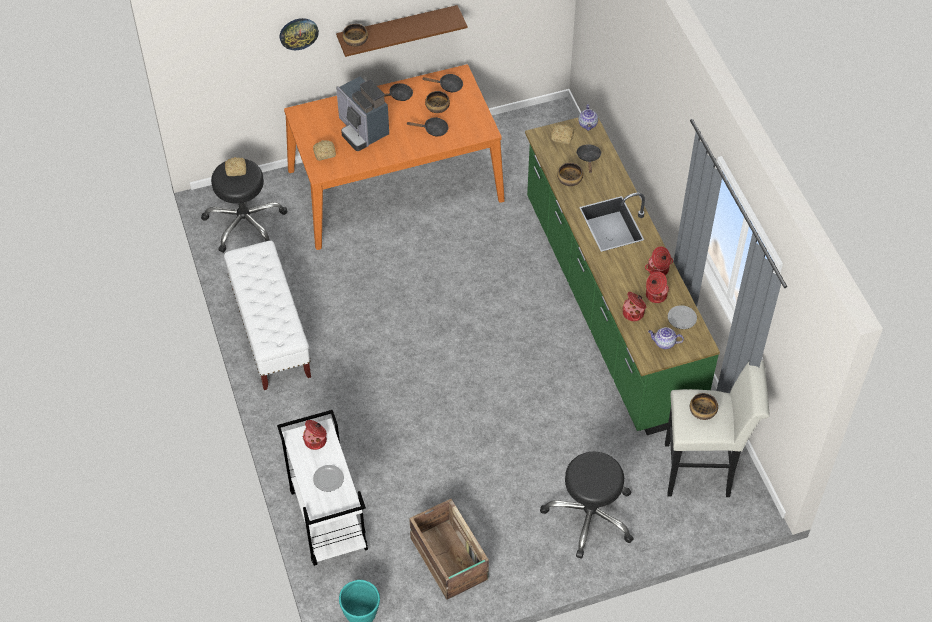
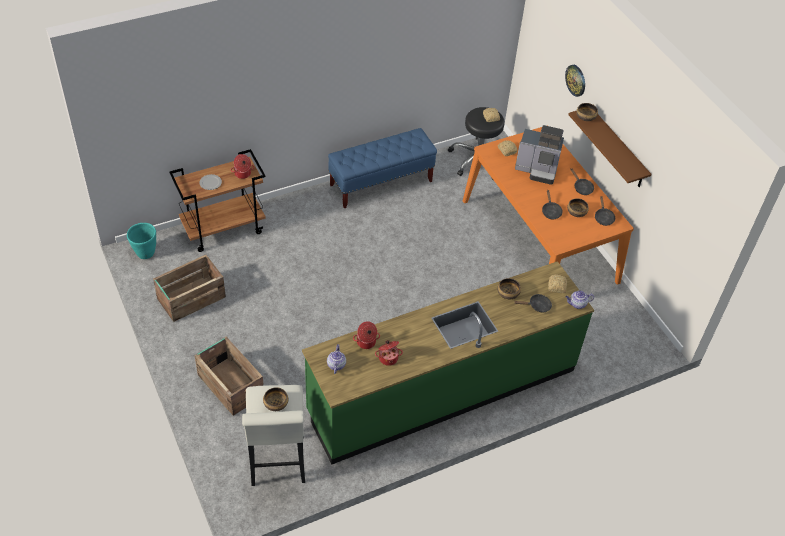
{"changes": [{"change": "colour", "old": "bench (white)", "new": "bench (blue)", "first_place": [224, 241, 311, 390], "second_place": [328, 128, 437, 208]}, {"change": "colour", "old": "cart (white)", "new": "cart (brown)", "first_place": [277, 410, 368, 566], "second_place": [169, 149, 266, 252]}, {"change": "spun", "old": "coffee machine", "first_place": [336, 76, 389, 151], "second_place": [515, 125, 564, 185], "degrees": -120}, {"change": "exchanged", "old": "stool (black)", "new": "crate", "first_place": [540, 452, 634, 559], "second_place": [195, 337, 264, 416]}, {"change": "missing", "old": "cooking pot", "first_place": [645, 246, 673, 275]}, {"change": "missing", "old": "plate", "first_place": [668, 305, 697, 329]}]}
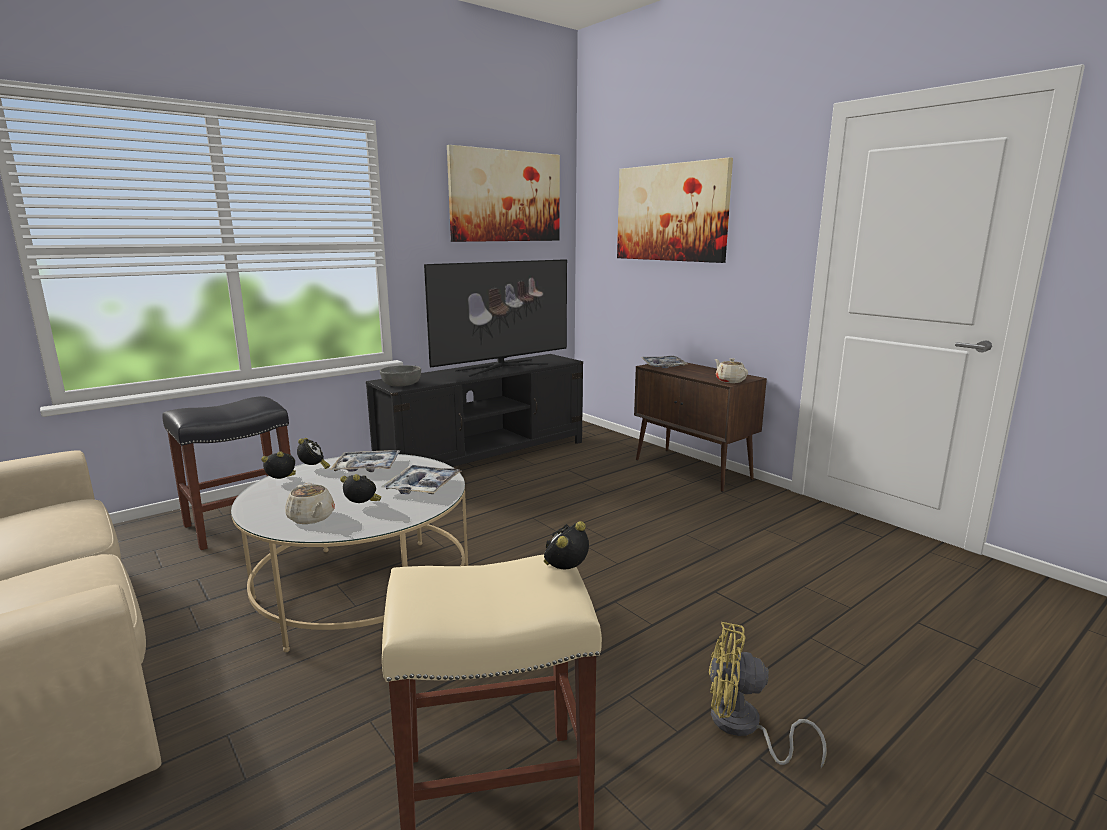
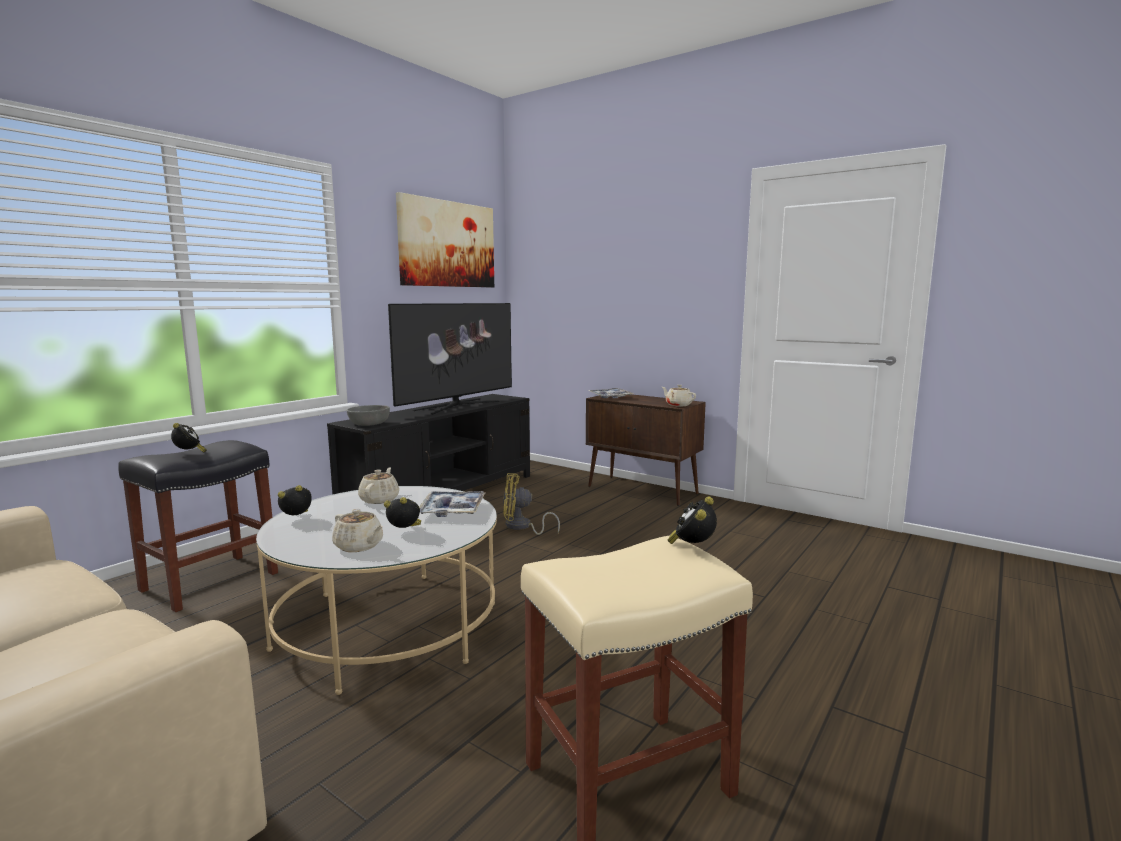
{"changes": [{"change": "relocated", "old": "alarm clock", "first_place": [297, 438, 330, 469], "second_place": [171, 423, 207, 452]}, {"change": "exchanged", "old": "tray", "new": "teapot (beige)", "first_place": [330, 450, 400, 472], "second_place": [358, 467, 399, 504]}, {"change": "missing", "old": "picture", "first_place": [617, 157, 733, 263]}, {"change": "relocated", "old": "fan (yellow)", "first_place": [709, 622, 827, 768], "second_place": [503, 473, 560, 535]}]}
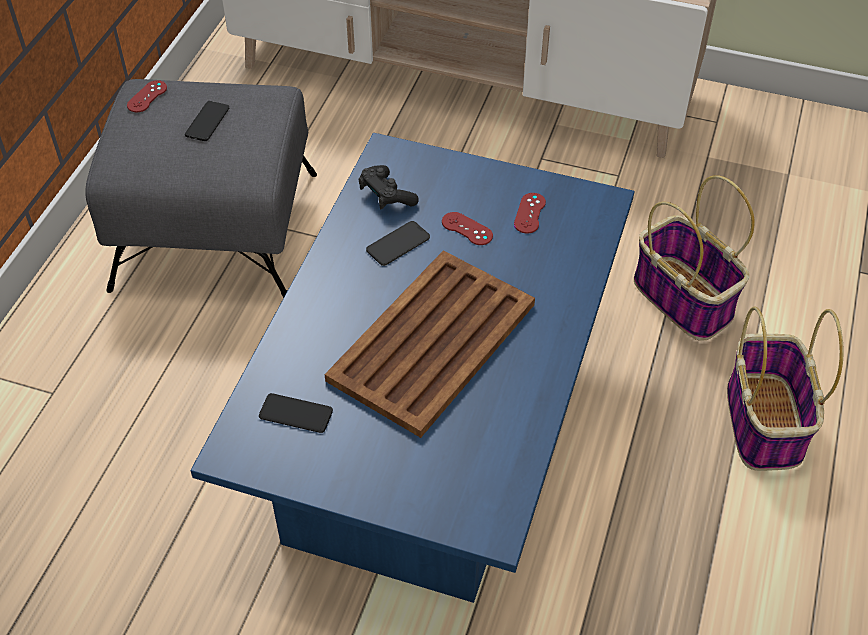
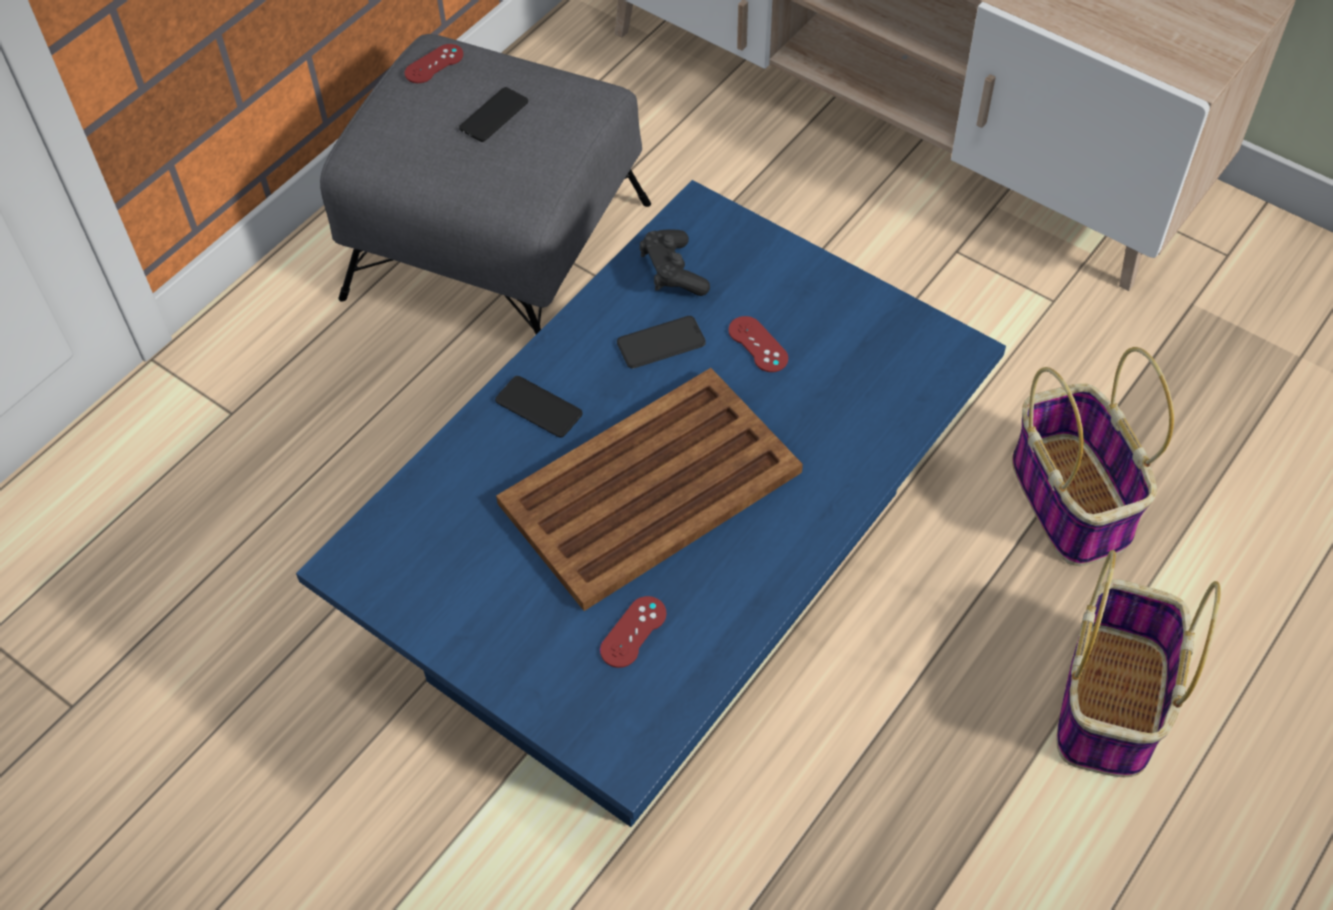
{"changes": [{"change": "relocated", "old": "phone", "first_place": [259, 393, 333, 433], "second_place": [495, 376, 583, 438]}, {"change": "relocated", "old": "game controller (red)", "first_place": [514, 193, 546, 234], "second_place": [600, 596, 666, 668]}]}
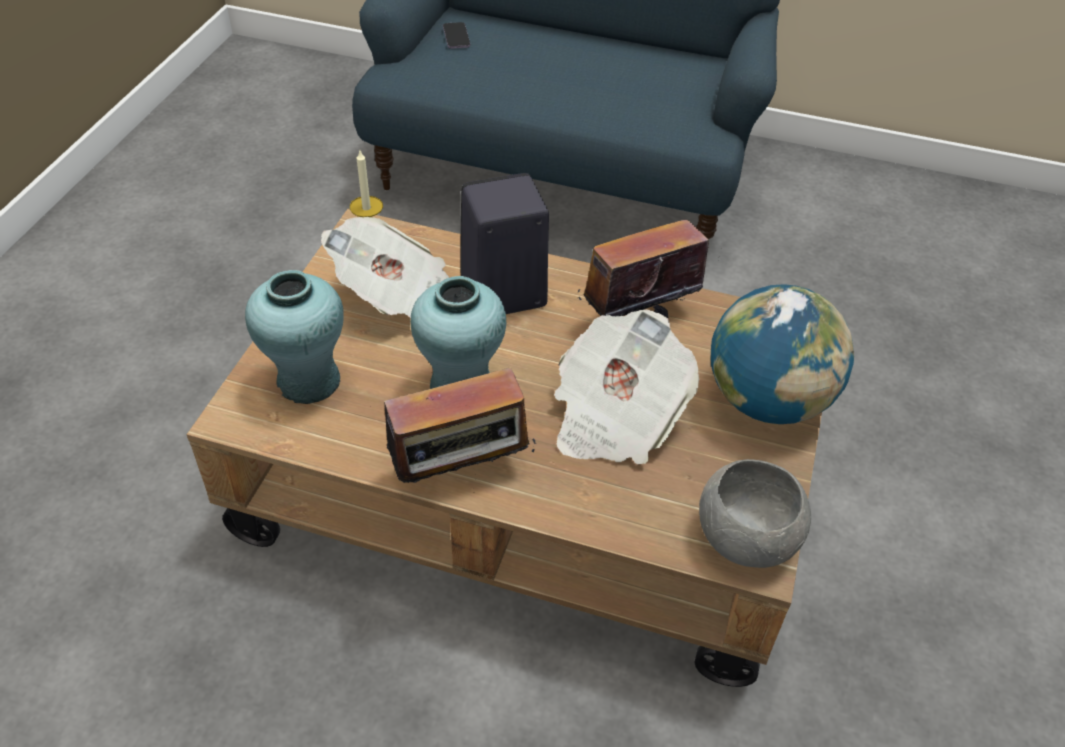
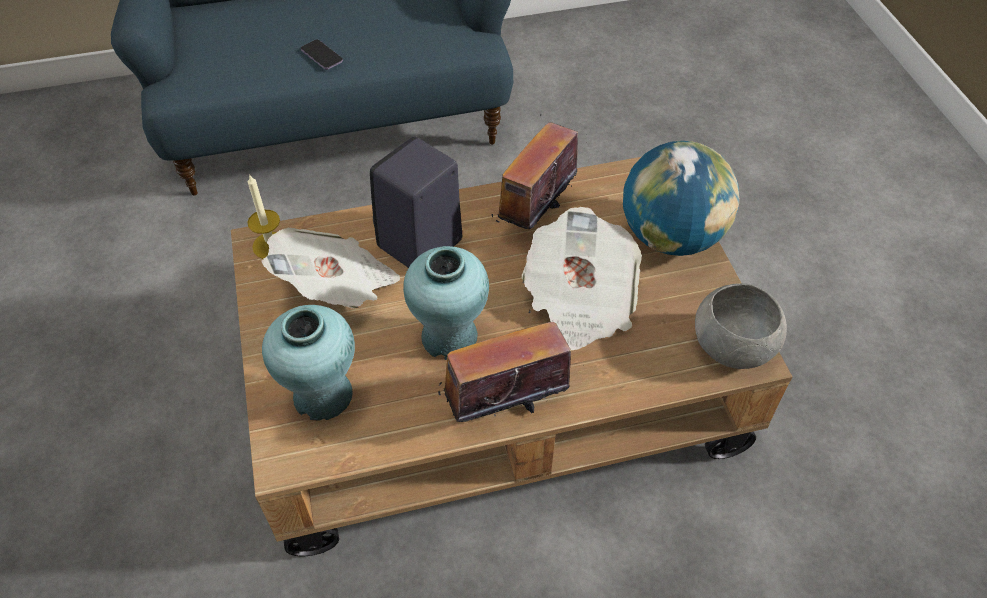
{"changes": [{"change": "spun", "old": "radio", "first_place": [369, 367, 536, 492], "second_place": [438, 310, 584, 422], "degrees": -150}, {"change": "relocated", "old": "phone", "first_place": [443, 22, 470, 49], "second_place": [301, 40, 343, 70]}]}
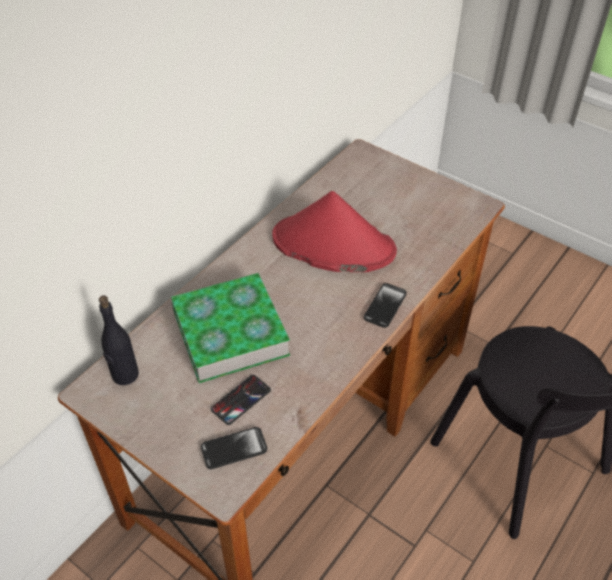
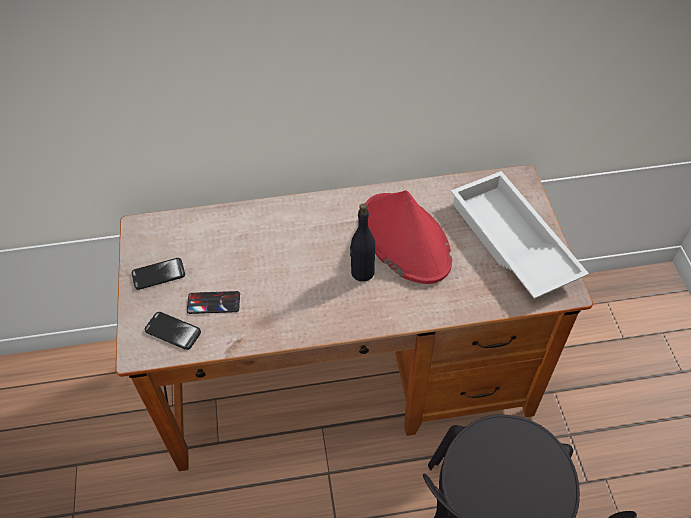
{"changes": [{"change": "relocated", "old": "bottle (black)", "first_place": [99, 295, 139, 385], "second_place": [350, 203, 375, 282]}, {"change": "missing", "old": "book", "first_place": [171, 273, 290, 383]}, {"change": "relocated", "old": "phone", "first_place": [364, 283, 407, 328], "second_place": [132, 258, 185, 290]}, {"change": "appeared", "new": "tray (white)", "second_place": [451, 171, 589, 299]}]}
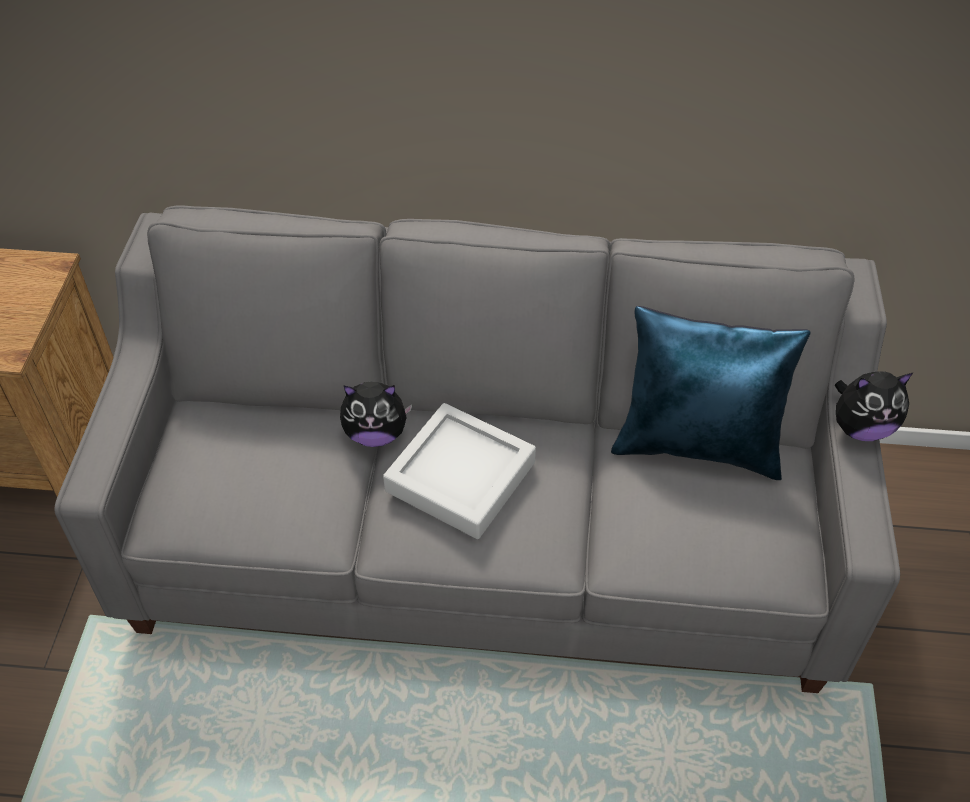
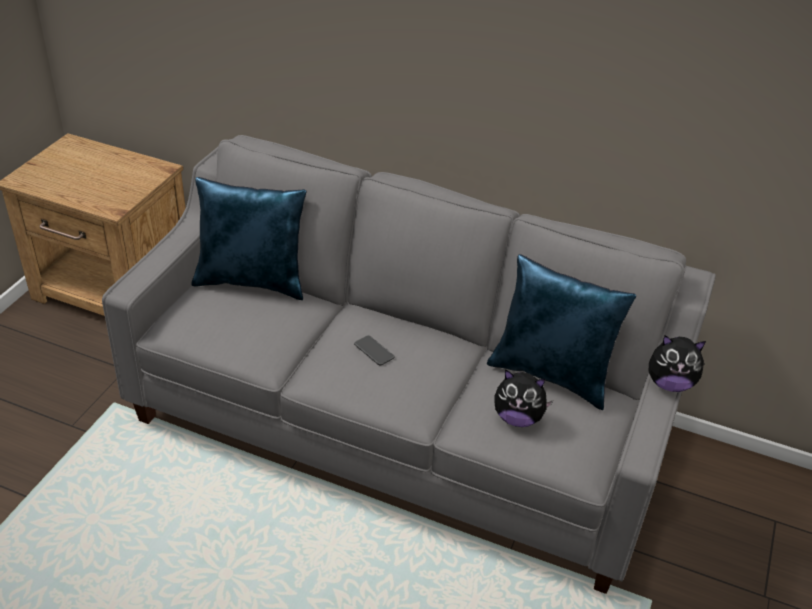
{"changes": [{"change": "relocated", "old": "plush toy", "first_place": [340, 382, 413, 447], "second_place": [494, 369, 553, 427]}, {"change": "exchanged", "old": "tray (grey)", "new": "phone", "first_place": [383, 403, 536, 539], "second_place": [354, 335, 395, 366]}, {"change": "appeared", "new": "pillow (blue)", "second_place": [191, 177, 306, 300]}]}
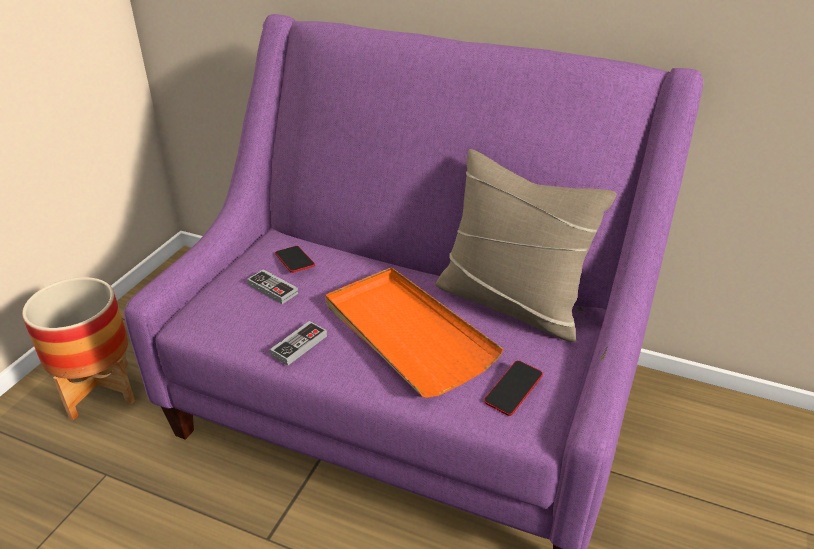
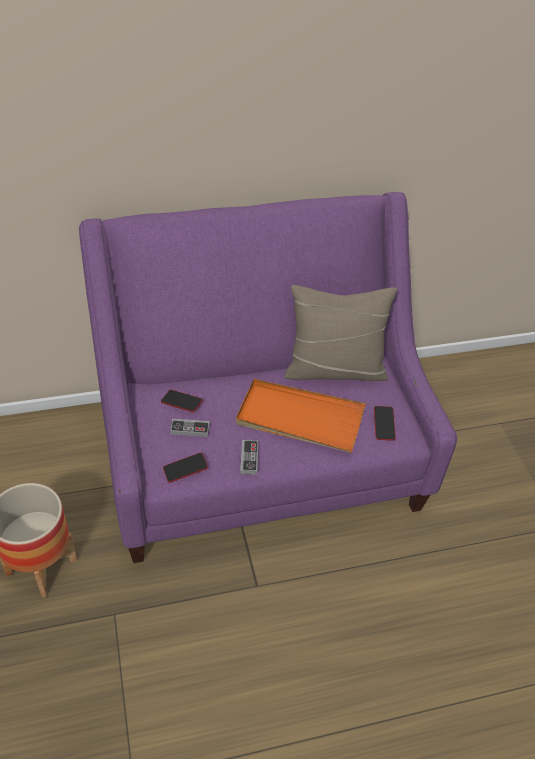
{"changes": [{"change": "appeared", "new": "phone", "second_place": [163, 453, 208, 483]}]}
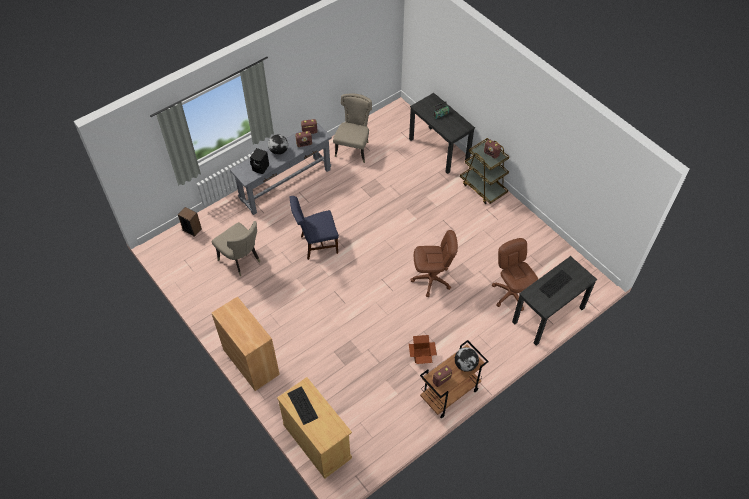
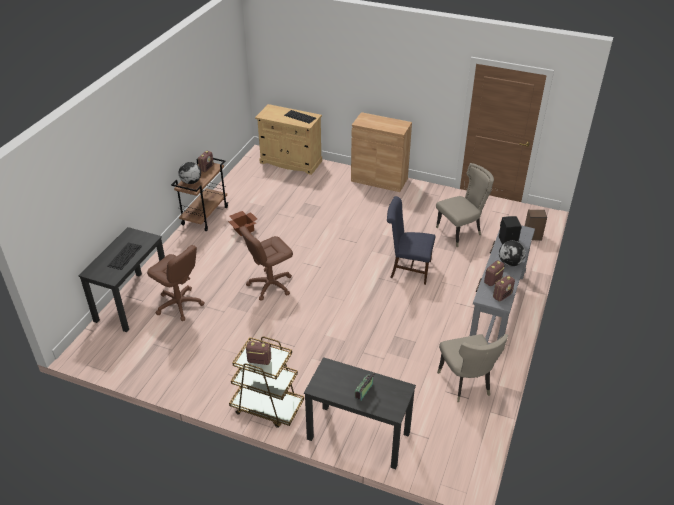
{"changes": [{"change": "spun", "old": "chair (beige)", "first_place": [212, 221, 261, 276], "second_place": [436, 163, 494, 247], "degrees": 135}, {"change": "spun", "old": "chair (blue)", "first_place": [290, 196, 339, 260], "second_place": [387, 196, 435, 285], "degrees": -120}]}
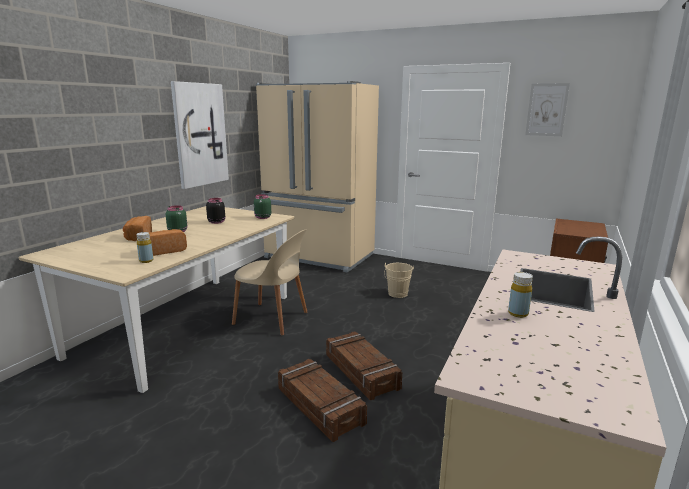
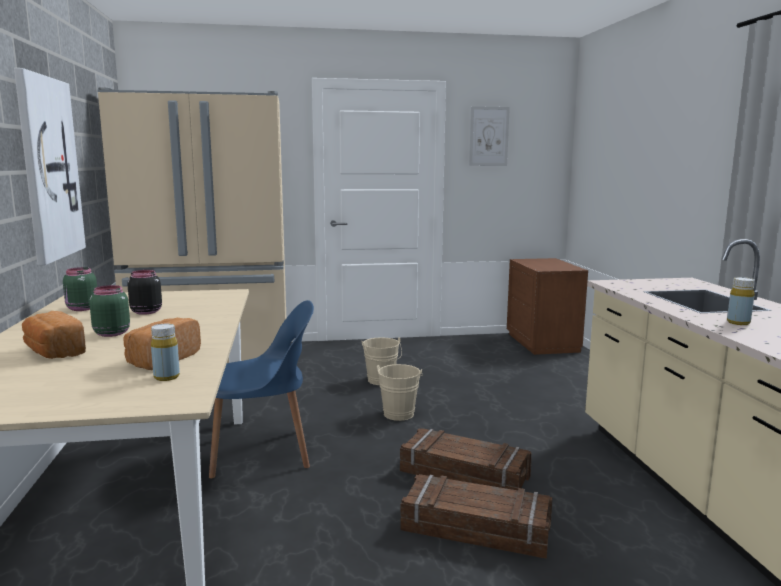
{"changes": [{"change": "colour", "old": "chair (beige)", "new": "chair (blue)", "first_place": [232, 229, 308, 335], "second_place": [209, 300, 314, 479]}, {"change": "relocated", "old": "jar (green)", "first_place": [254, 194, 271, 219], "second_place": [63, 267, 97, 311]}, {"change": "appeared", "new": "bucket (beige)", "second_place": [377, 364, 423, 421]}]}
